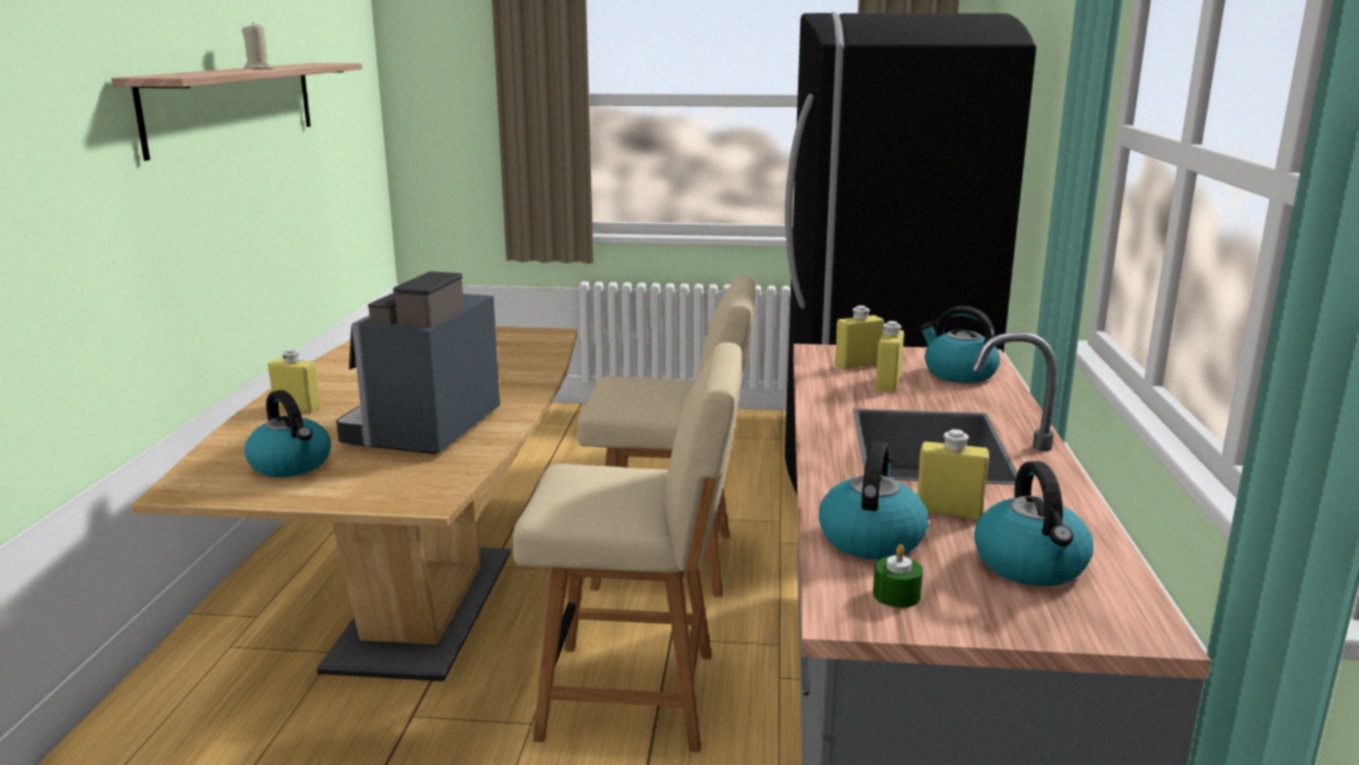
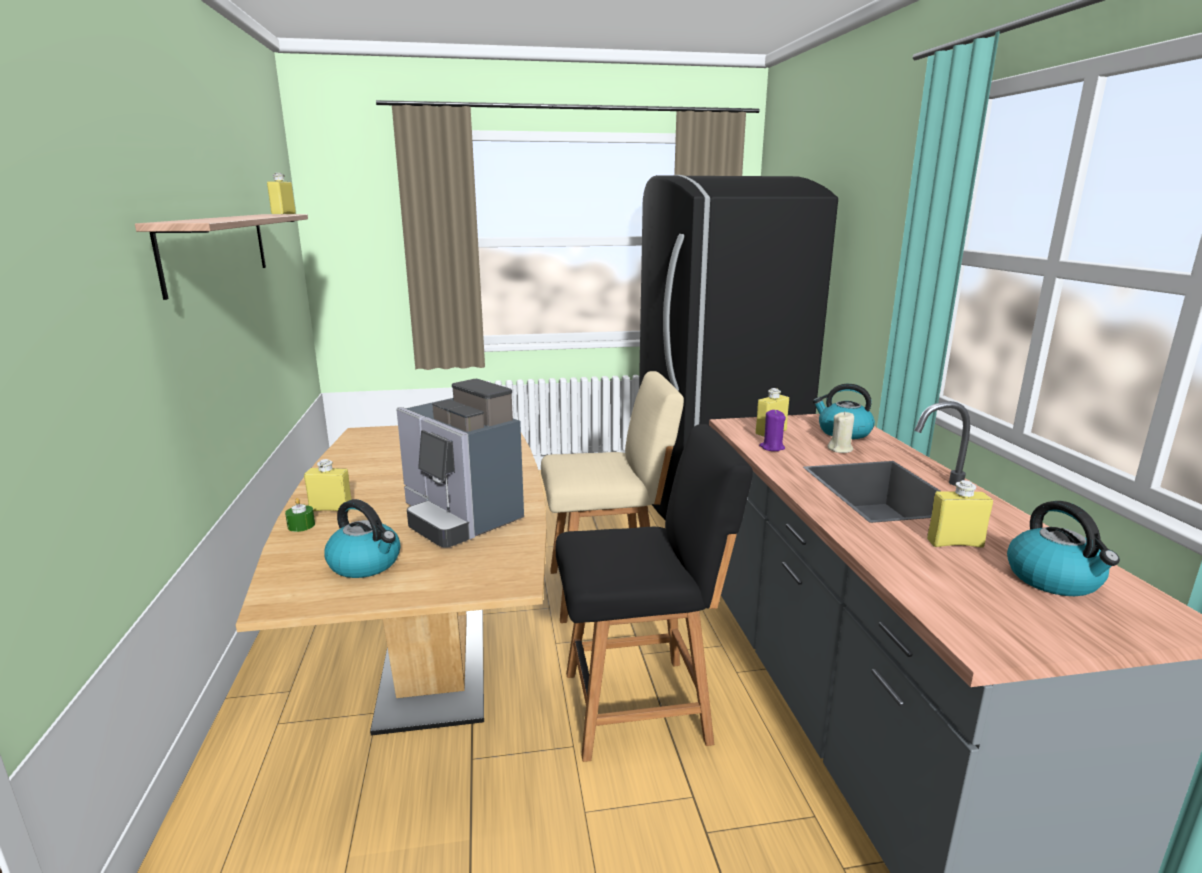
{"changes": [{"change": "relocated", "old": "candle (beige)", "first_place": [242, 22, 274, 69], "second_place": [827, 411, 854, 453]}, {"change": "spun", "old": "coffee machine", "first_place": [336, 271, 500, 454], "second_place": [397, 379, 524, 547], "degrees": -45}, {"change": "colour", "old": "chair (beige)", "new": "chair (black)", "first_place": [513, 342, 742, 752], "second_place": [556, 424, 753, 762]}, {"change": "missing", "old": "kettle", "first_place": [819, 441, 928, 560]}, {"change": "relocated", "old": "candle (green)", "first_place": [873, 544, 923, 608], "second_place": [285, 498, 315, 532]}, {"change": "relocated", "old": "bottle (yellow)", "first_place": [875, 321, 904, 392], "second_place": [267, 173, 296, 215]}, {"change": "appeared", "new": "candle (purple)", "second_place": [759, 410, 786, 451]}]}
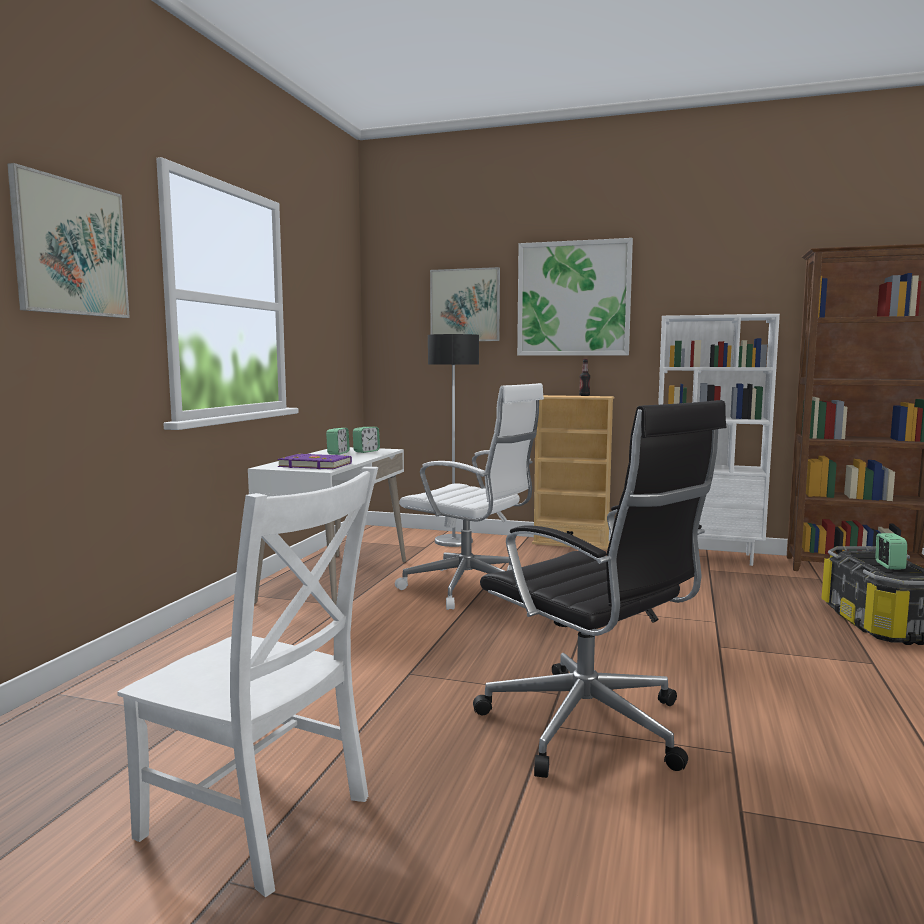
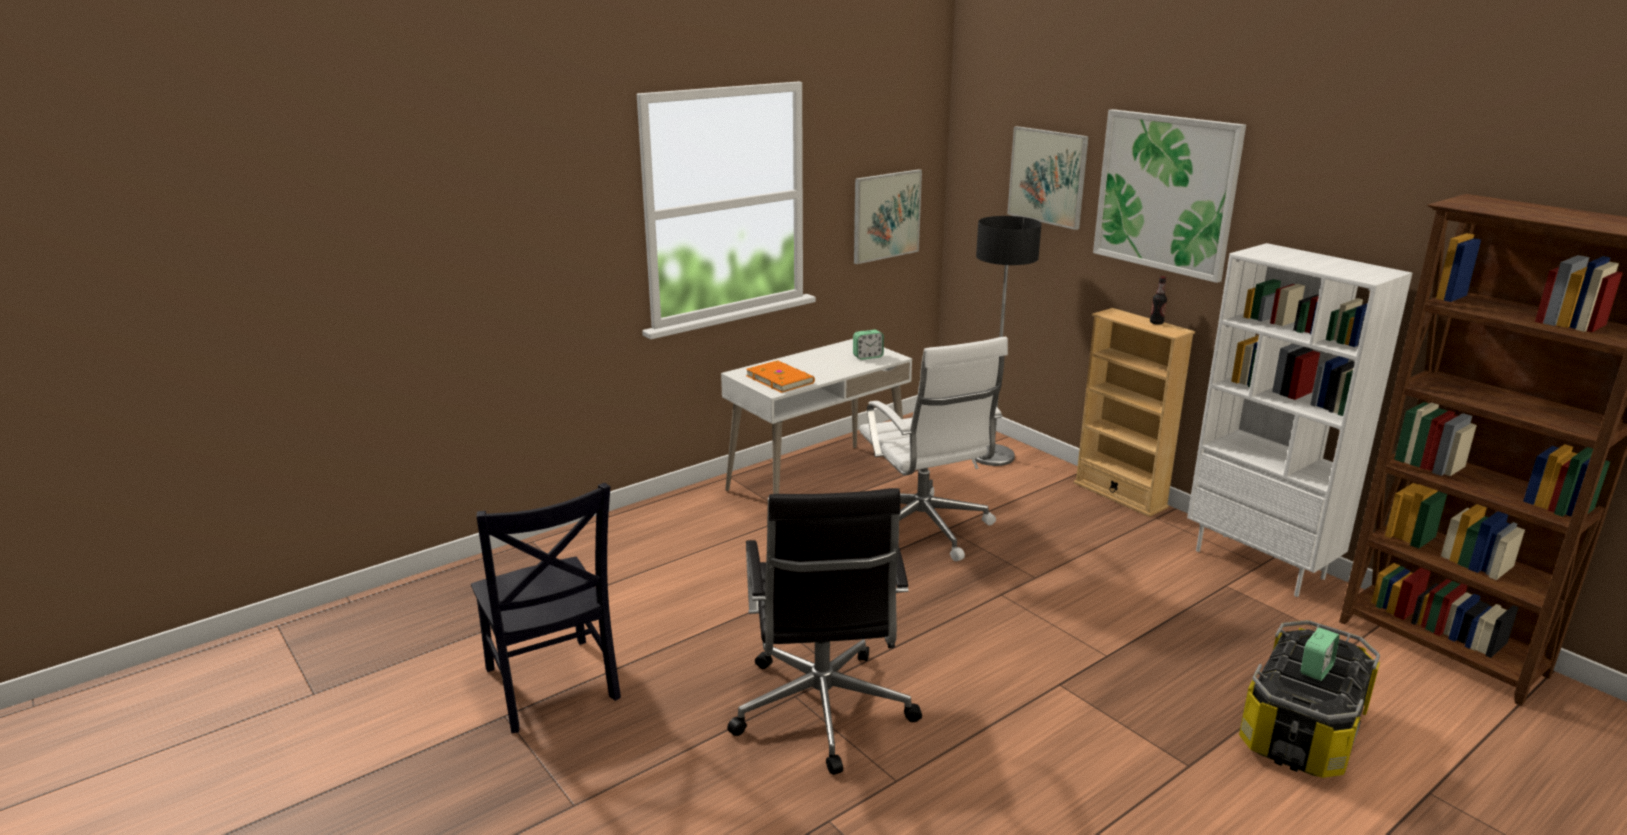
{"changes": [{"change": "relocated", "old": "picture", "first_place": [7, 163, 130, 318], "second_place": [854, 169, 922, 264]}, {"change": "colour", "old": "chair (white)", "new": "chair (black)", "first_place": [117, 467, 378, 897], "second_place": [471, 483, 621, 733]}, {"change": "colour", "old": "book (purple)", "new": "book (orange)", "first_place": [278, 453, 352, 469], "second_place": [746, 360, 815, 393]}, {"change": "missing", "old": "alarm clock", "first_place": [326, 428, 350, 455]}]}
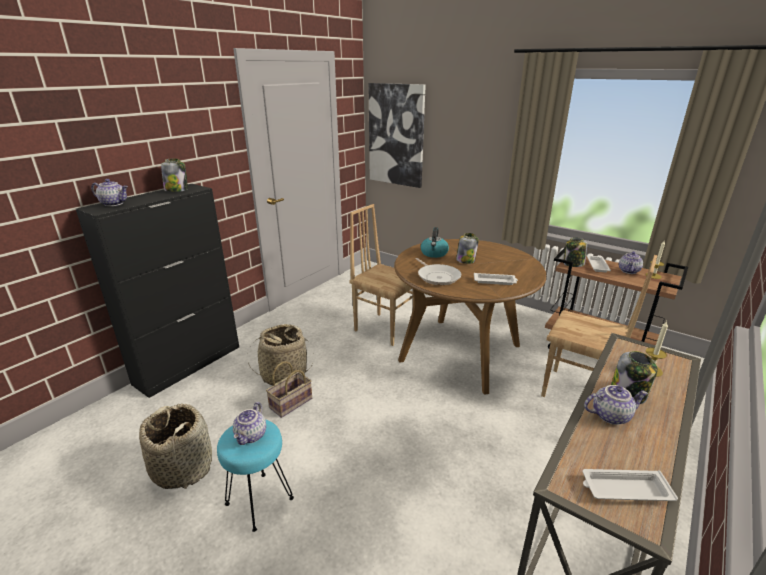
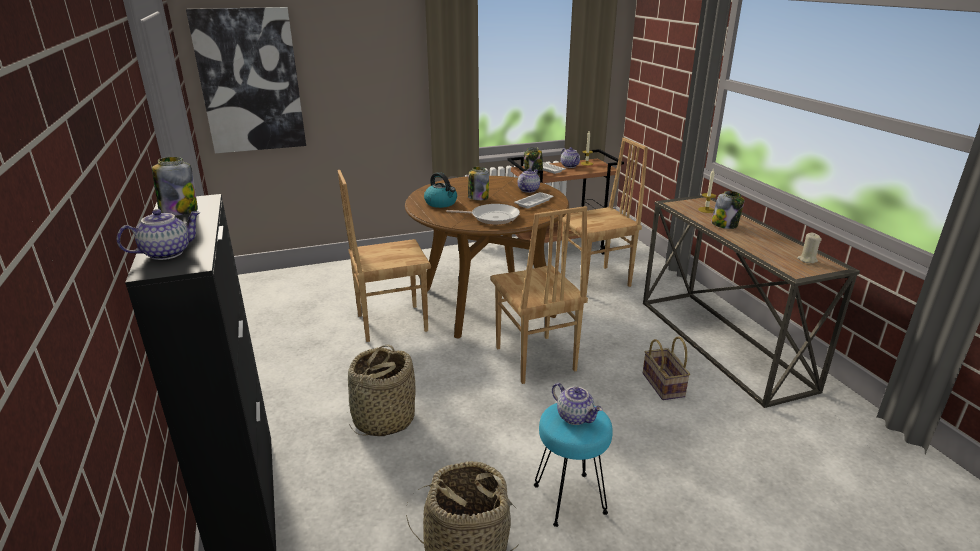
{"changes": [{"change": "relocated", "old": "basket", "first_place": [266, 361, 312, 418], "second_place": [643, 336, 690, 400]}, {"change": "exchanged", "old": "tray (white)", "new": "candle (beige)", "first_place": [583, 469, 678, 501], "second_place": [797, 233, 822, 263]}, {"change": "relocated", "old": "teapot", "first_place": [584, 385, 648, 425], "second_place": [518, 169, 540, 193]}, {"change": "appeared", "new": "chair (brown)", "second_place": [490, 206, 588, 384]}]}
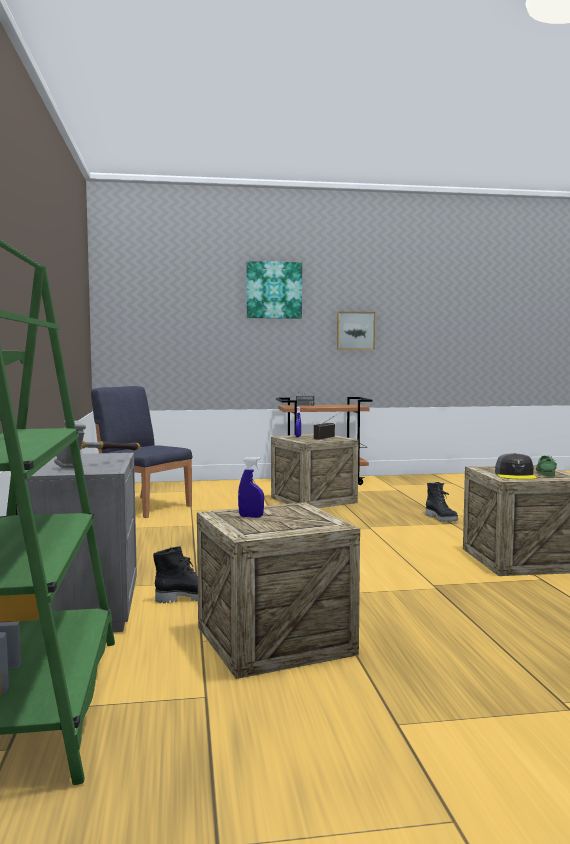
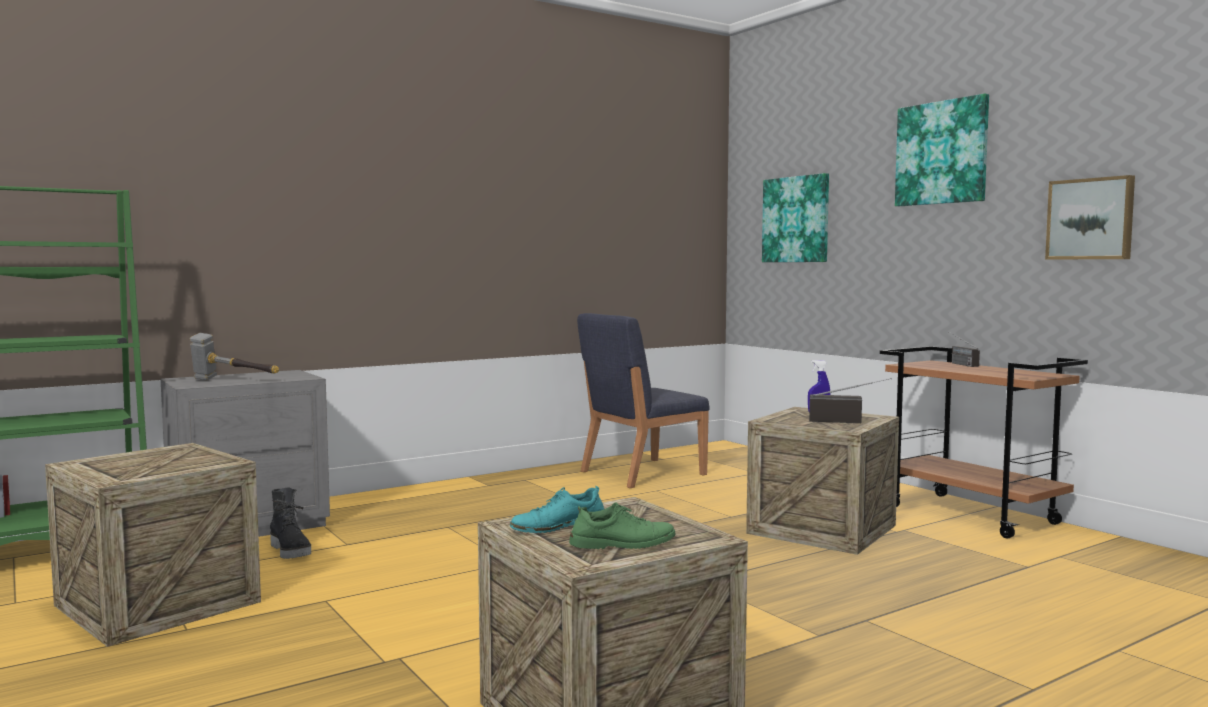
{"changes": [{"change": "spun", "old": "chair (blue)", "first_place": [91, 386, 192, 518], "second_place": [577, 313, 710, 488], "degrees": -135}, {"change": "missing", "old": "spray bottle (blue)", "first_place": [238, 457, 264, 518]}, {"change": "missing", "old": "boot (black)", "first_place": [426, 482, 458, 522]}, {"change": "exchanged", "old": "cap (grey)", "new": "shoe (turquoise)", "first_place": [495, 453, 537, 480], "second_place": [510, 486, 604, 533]}, {"change": "appeared", "new": "picture", "second_place": [762, 173, 829, 262]}]}
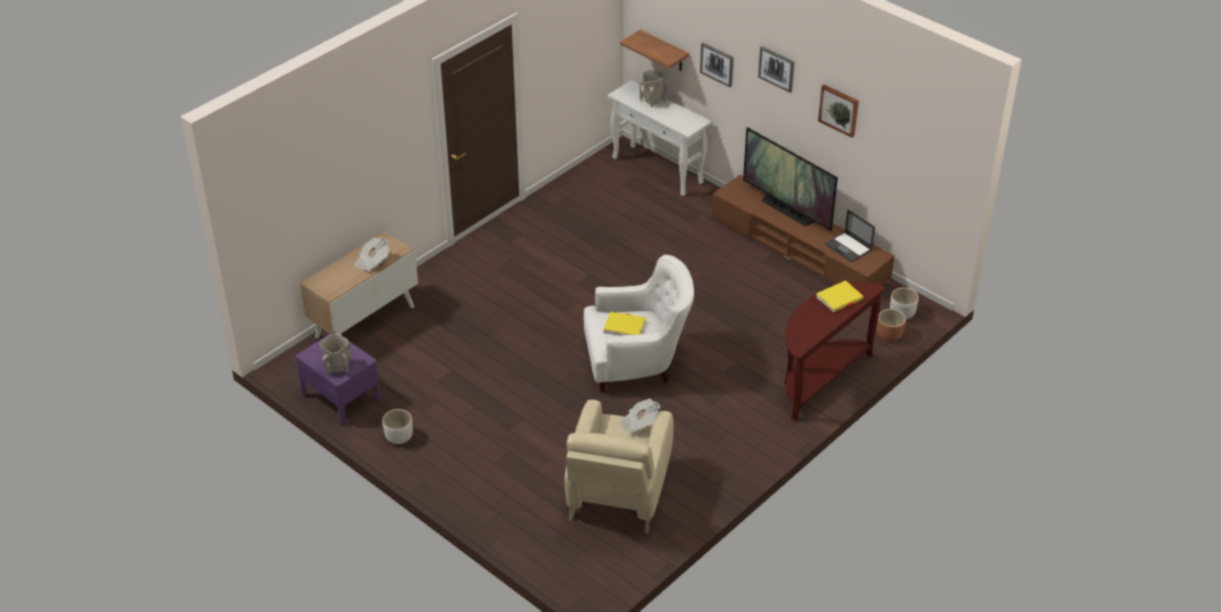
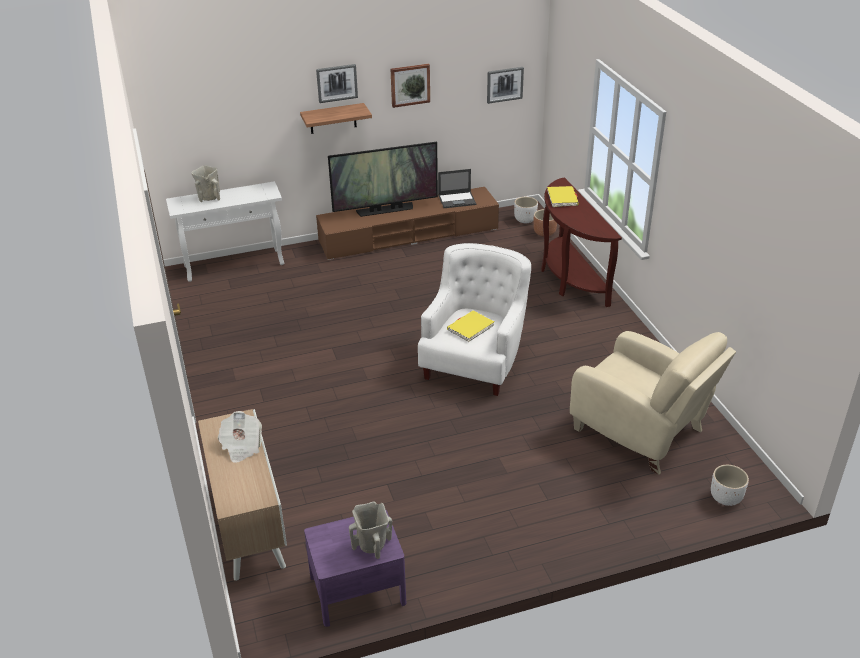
{"changes": [{"change": "relocated", "old": "planter (white)", "first_place": [382, 409, 413, 444], "second_place": [711, 465, 749, 506]}, {"change": "missing", "old": "newspaper", "first_place": [619, 399, 660, 434]}, {"change": "relocated", "old": "shelf", "first_place": [620, 30, 689, 71], "second_place": [300, 103, 372, 134]}, {"change": "relocated", "old": "picture", "first_place": [700, 43, 734, 87], "second_place": [487, 67, 524, 104]}]}
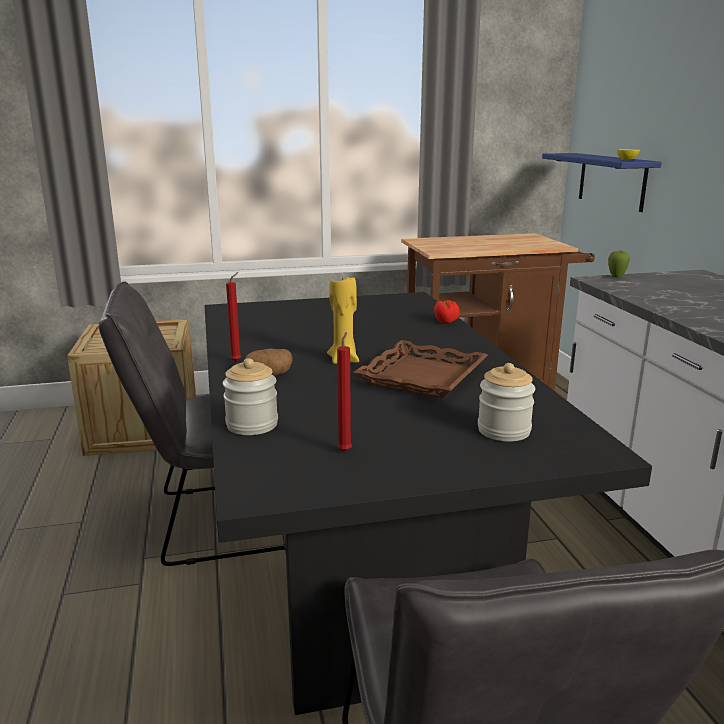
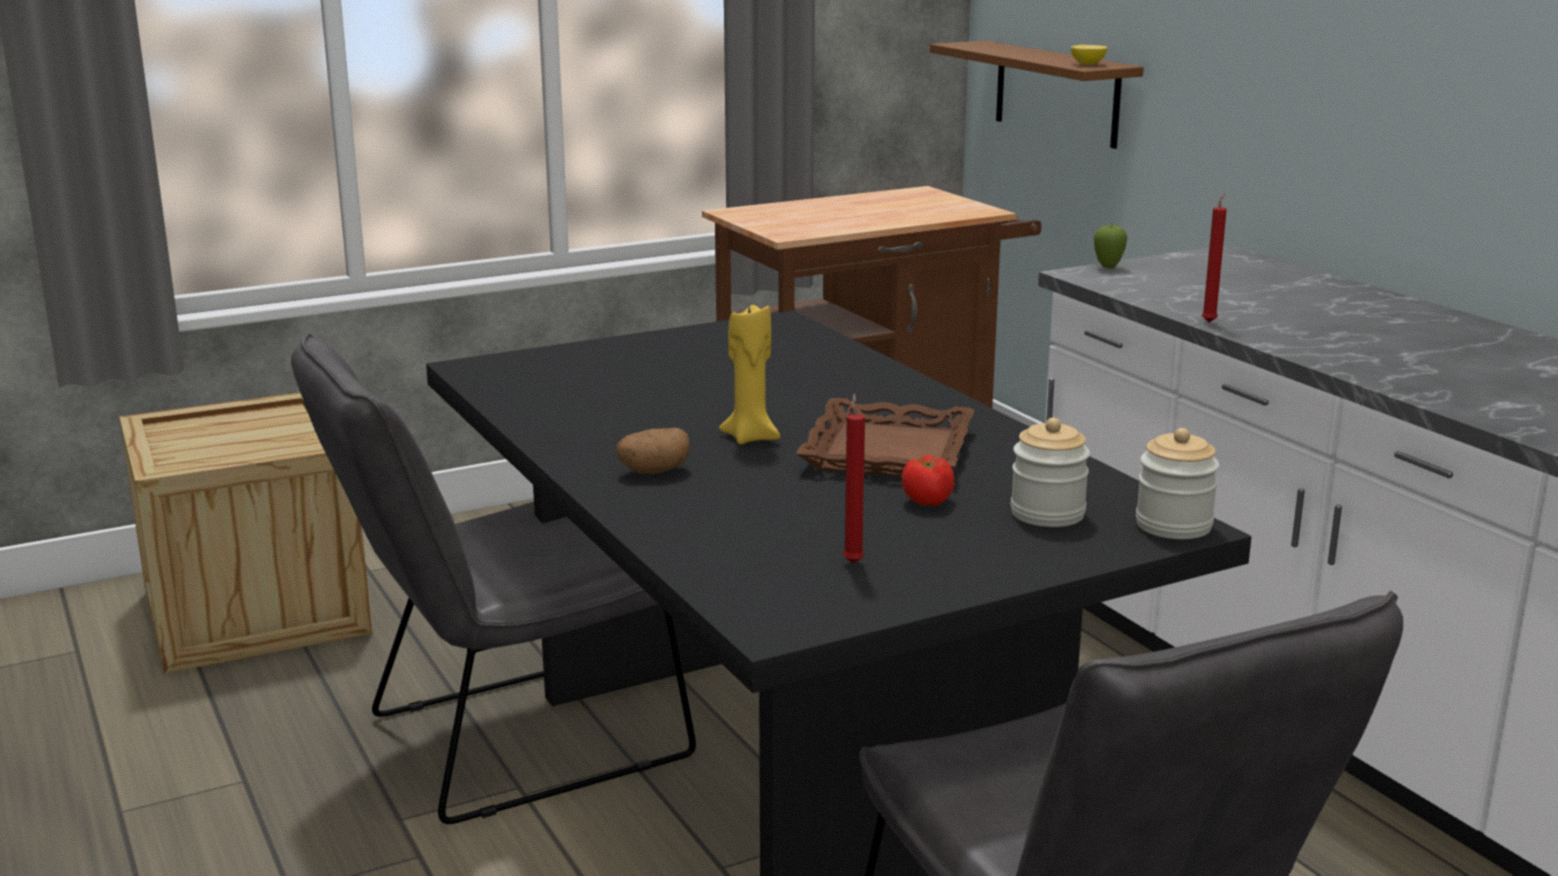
{"changes": [{"change": "relocated", "old": "jar", "first_place": [223, 358, 278, 435], "second_place": [1136, 428, 1219, 539]}, {"change": "relocated", "old": "candle (red)", "first_place": [226, 272, 241, 361], "second_place": [1201, 193, 1227, 322]}, {"change": "relocated", "old": "tomato", "first_place": [434, 300, 460, 324], "second_place": [902, 455, 955, 506]}, {"change": "colour", "old": "shelf (blue)", "new": "shelf (brown)", "first_place": [542, 153, 662, 212], "second_place": [930, 41, 1144, 149]}]}
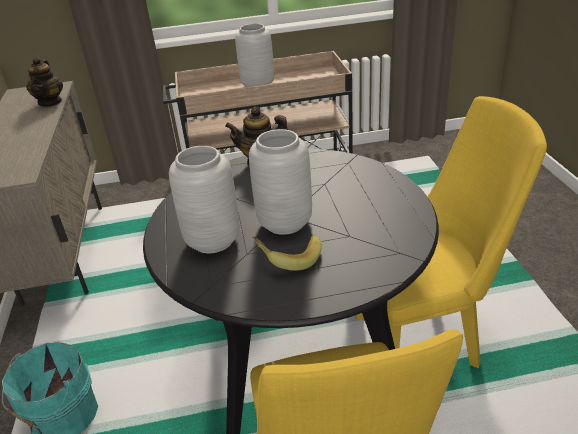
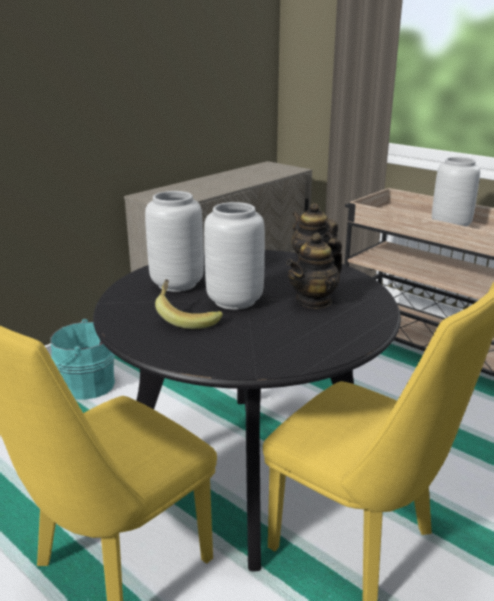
{"changes": [{"change": "relocated", "old": "teapot", "first_place": [26, 57, 63, 107], "second_place": [287, 233, 342, 309]}]}
